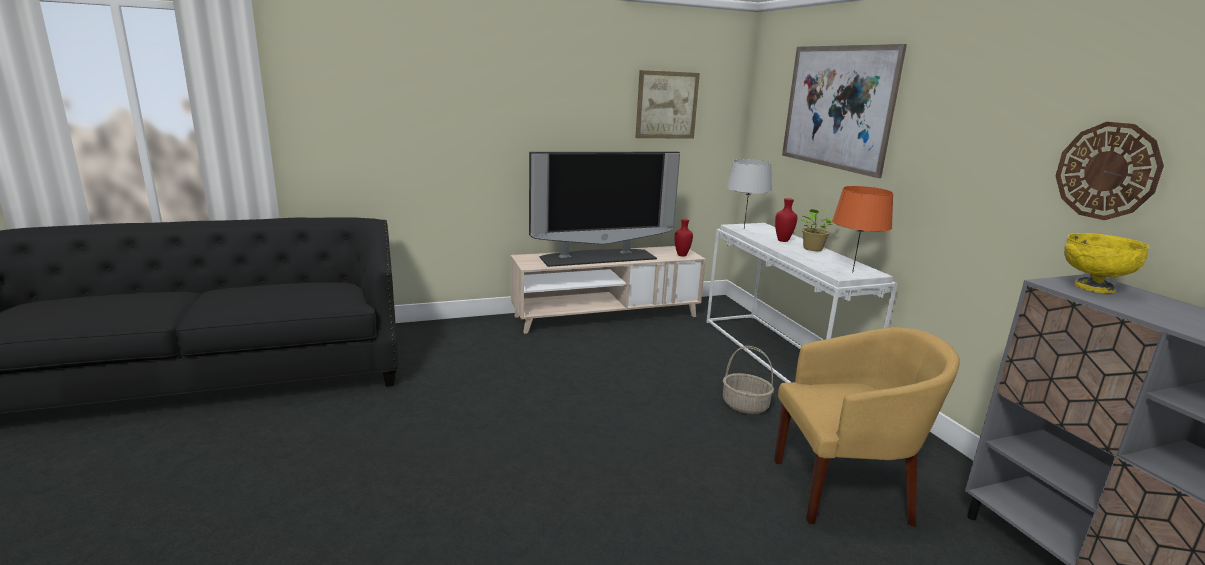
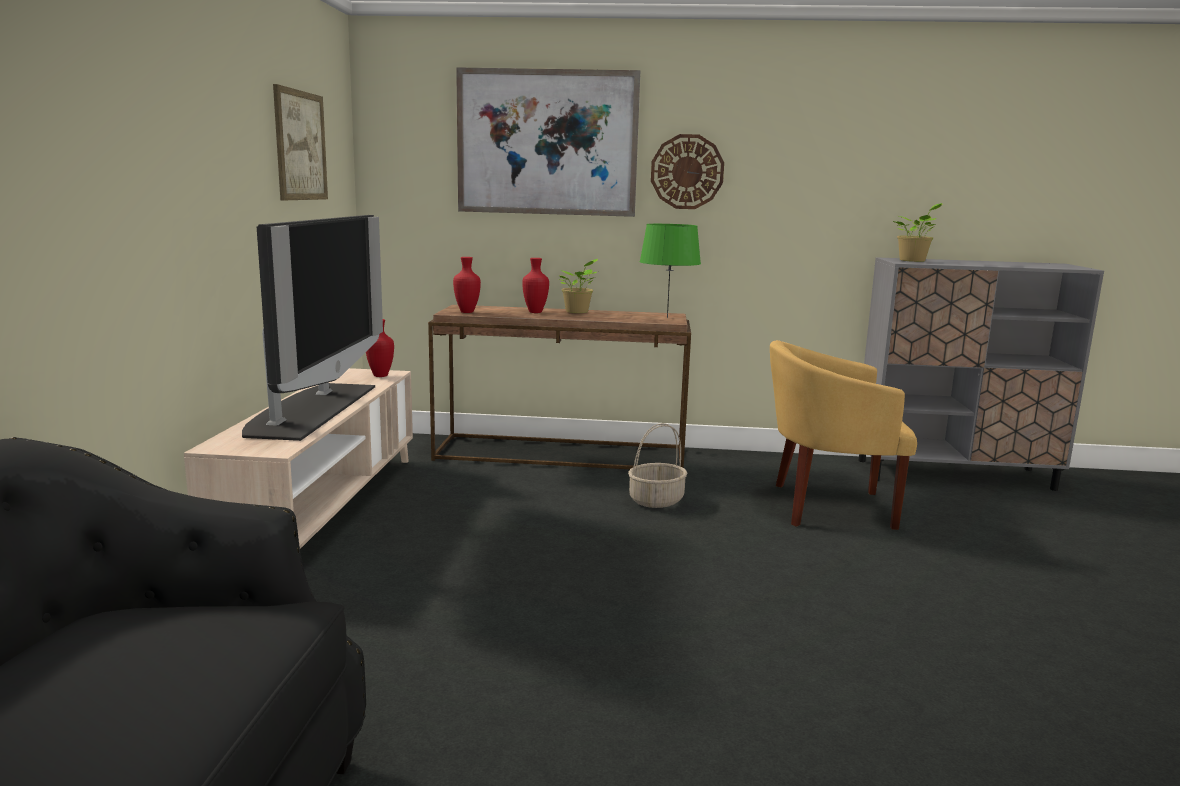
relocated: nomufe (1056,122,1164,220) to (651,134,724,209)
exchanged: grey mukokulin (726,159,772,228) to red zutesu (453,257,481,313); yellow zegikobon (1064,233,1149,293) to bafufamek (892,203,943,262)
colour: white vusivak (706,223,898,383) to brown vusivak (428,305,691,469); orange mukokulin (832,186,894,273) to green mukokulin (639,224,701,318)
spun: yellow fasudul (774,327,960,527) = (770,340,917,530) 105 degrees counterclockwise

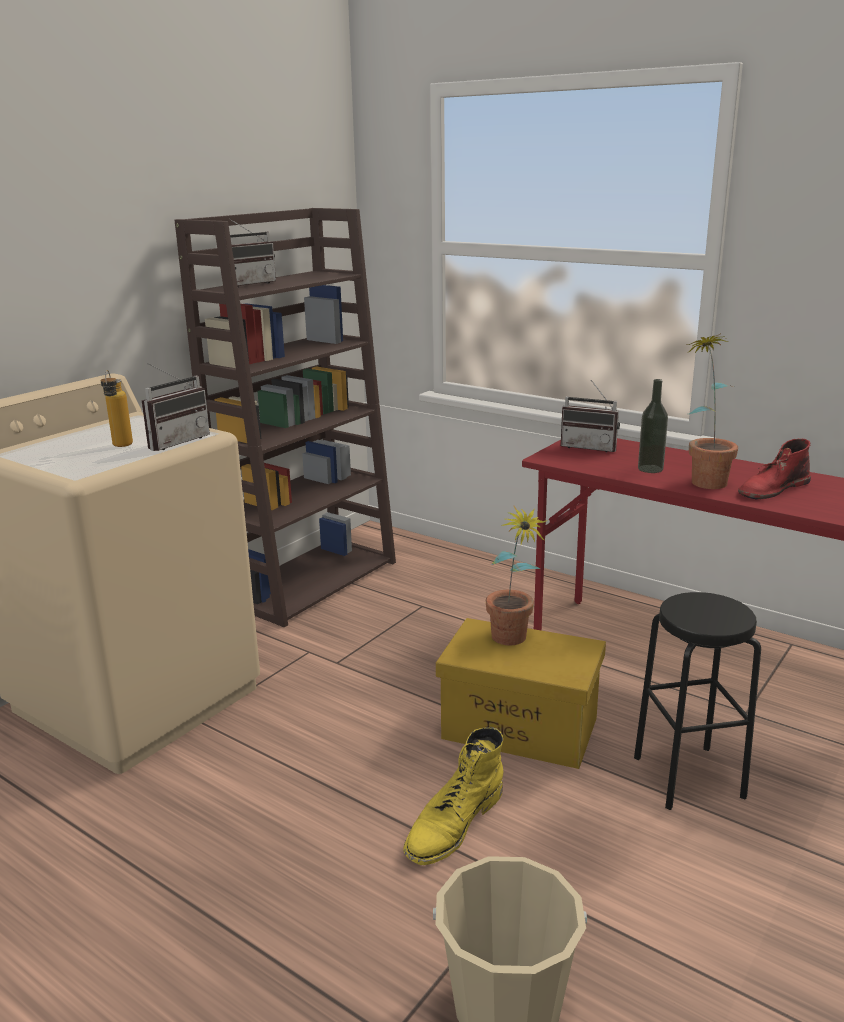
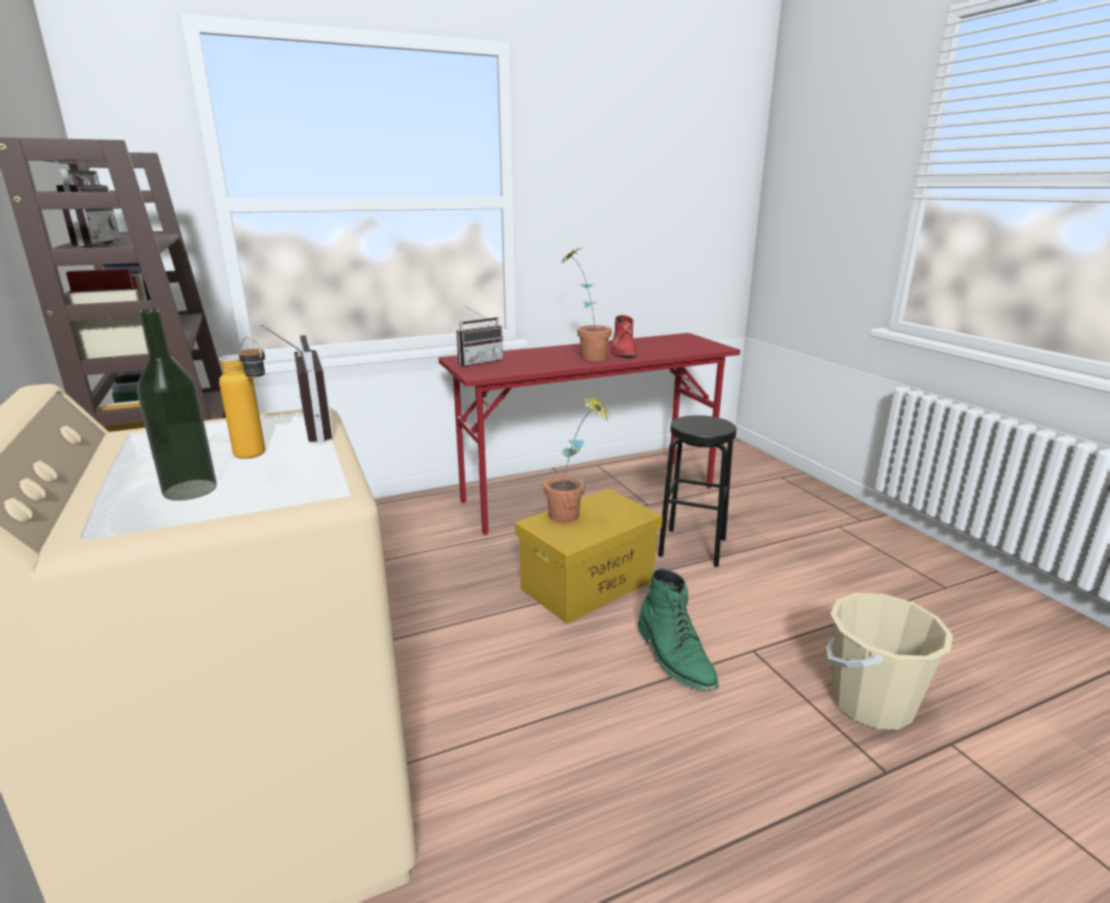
relocated: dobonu (638,379,668,473) to (137,309,217,501)
colour: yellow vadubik (403,727,503,865) to green vadubik (638,568,719,690)

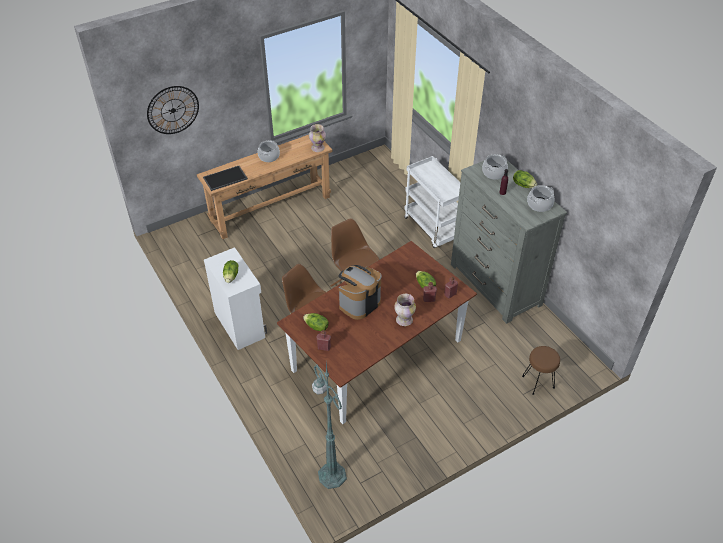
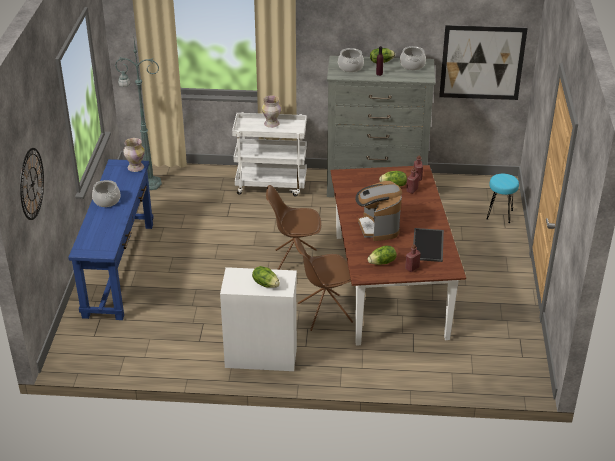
appeared: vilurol (439,25,528,100)
relocated: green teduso (312,363,347,489) to (115,40,162,190); zutesu (394,294,416,326) to (262,95,281,128); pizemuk (203,166,248,191) to (413,228,444,262)
colour: brown vusivak (197,135,333,239) to blue vusivak (68,159,154,320); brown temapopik (522,346,560,395) to turquoise temapopik (486,174,519,223)

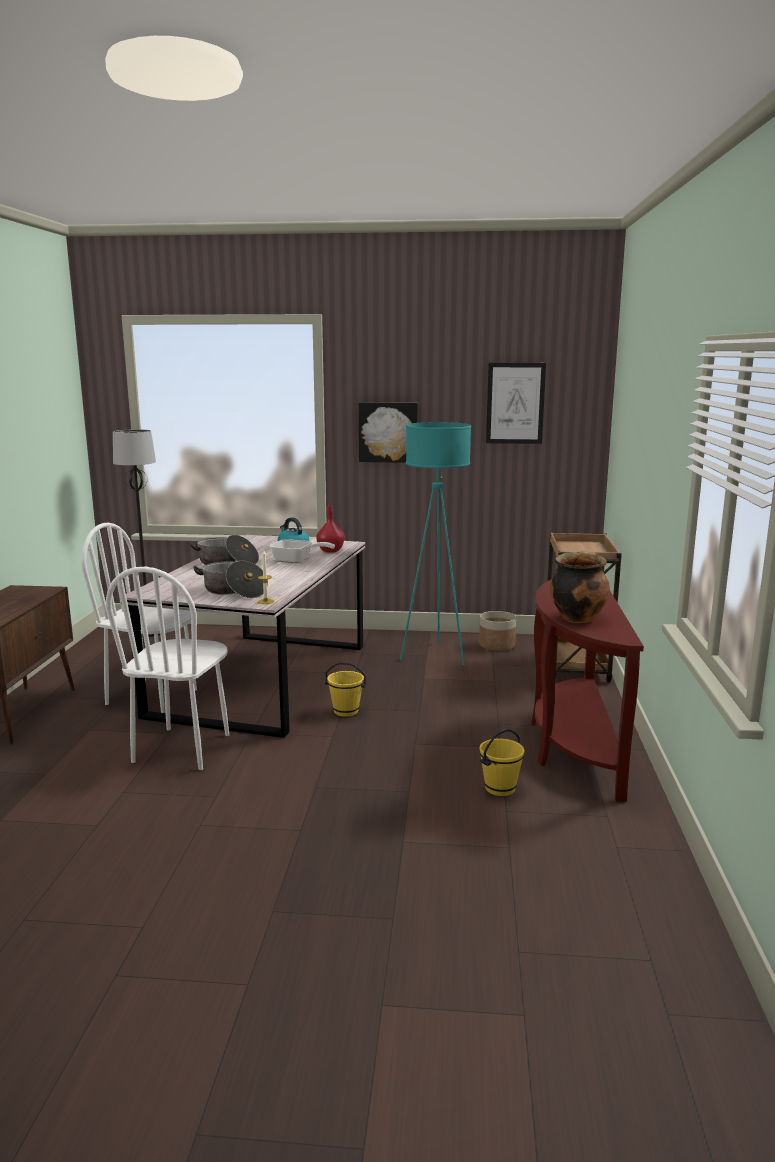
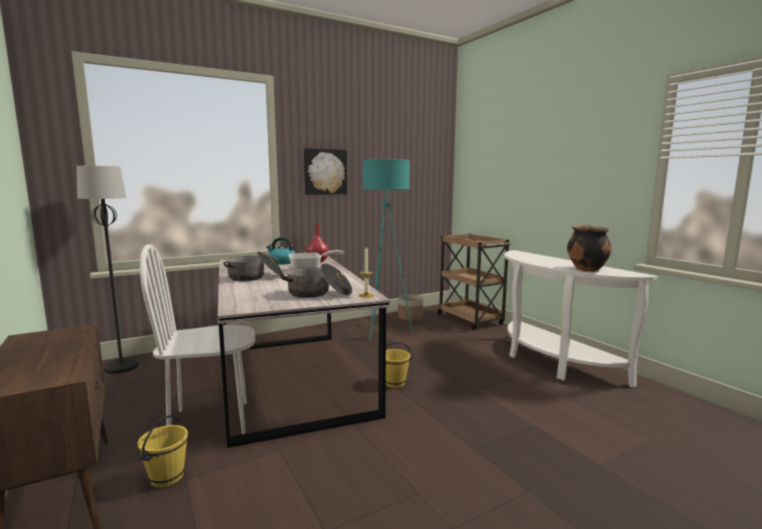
missing: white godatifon (106,567,229,770); vilurol (486,363,546,444)
relocated: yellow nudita (479,729,525,796) to (137,415,188,488)
colour: brown vusivak (531,580,644,802) to white vusivak (504,250,658,388)

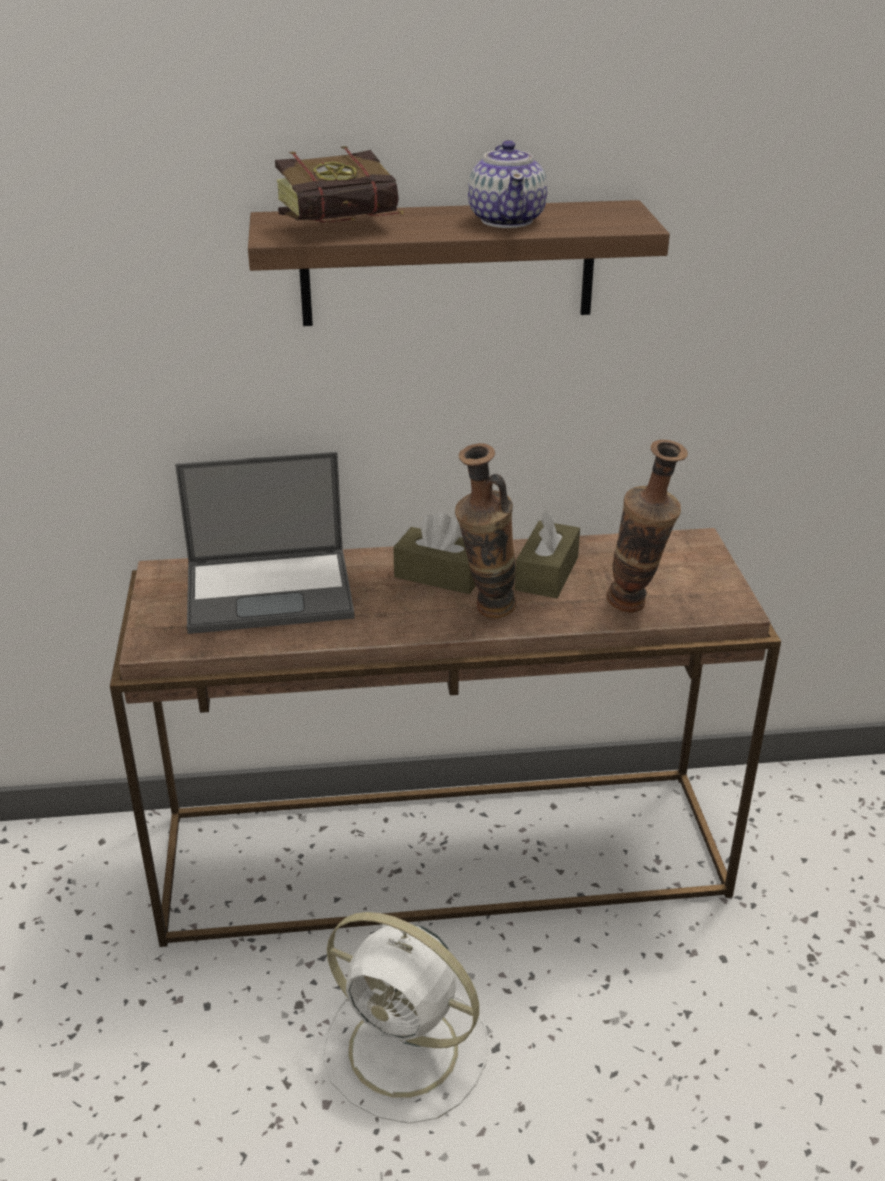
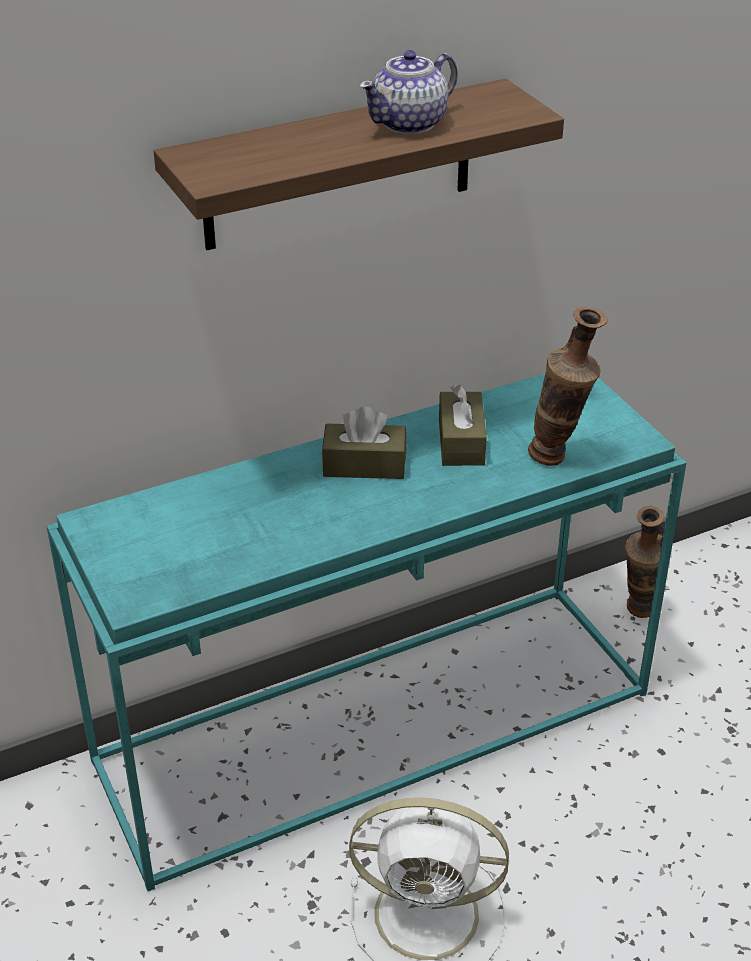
missing: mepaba (175,452,355,634); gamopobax (275,146,404,223)
relocated: zutesu (455,443,516,618) to (625,506,665,618)
colour: brown vusivak (110,528,781,947) to turquoise vusivak (46,373,686,891)
spun: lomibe (468,140,547,228) = (359,50,458,135) 75 degrees clockwise

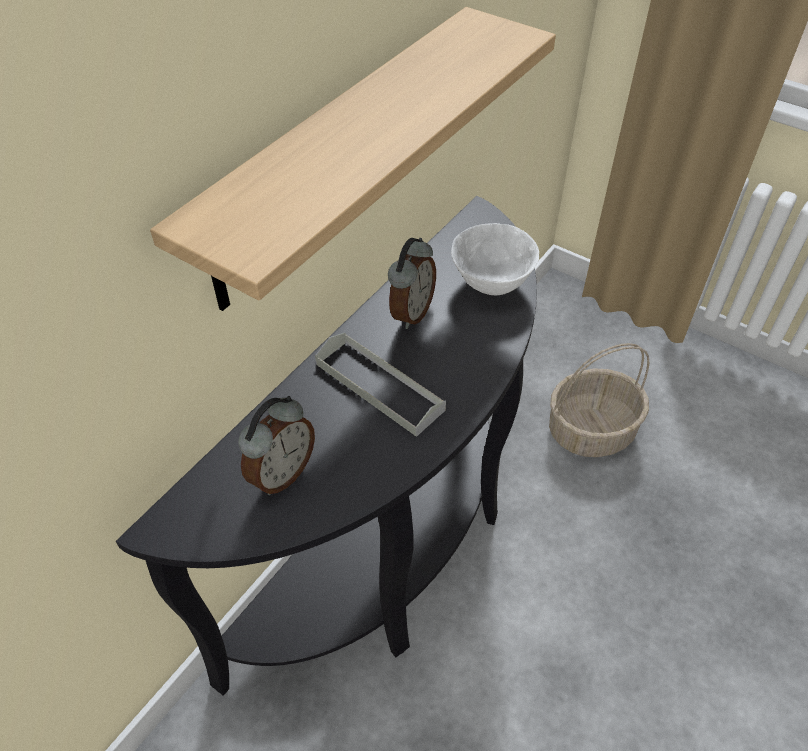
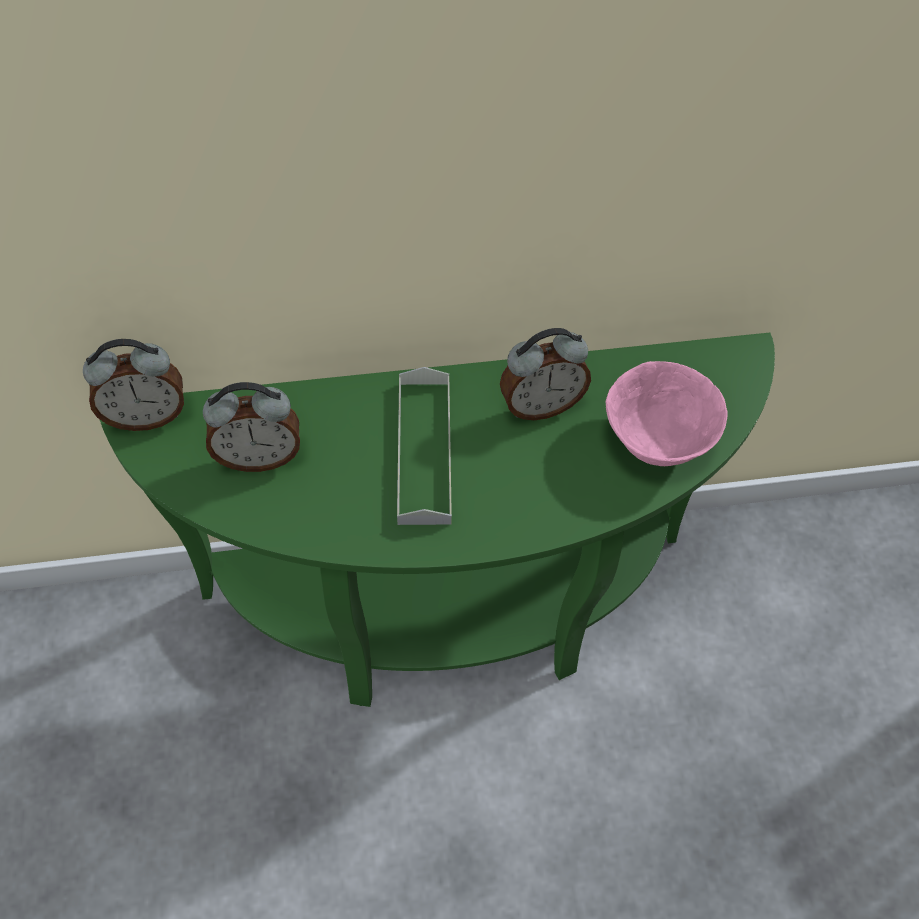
missing: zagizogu (150,7,556,311); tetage (549,343,649,457)
appeared: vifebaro (83,339,184,431)
colour: black vusivak (116,196,537,696) to green vusivak (100,333,775,707); white zegikobon (451,223,539,296) to pink zegikobon (605,361,728,466)

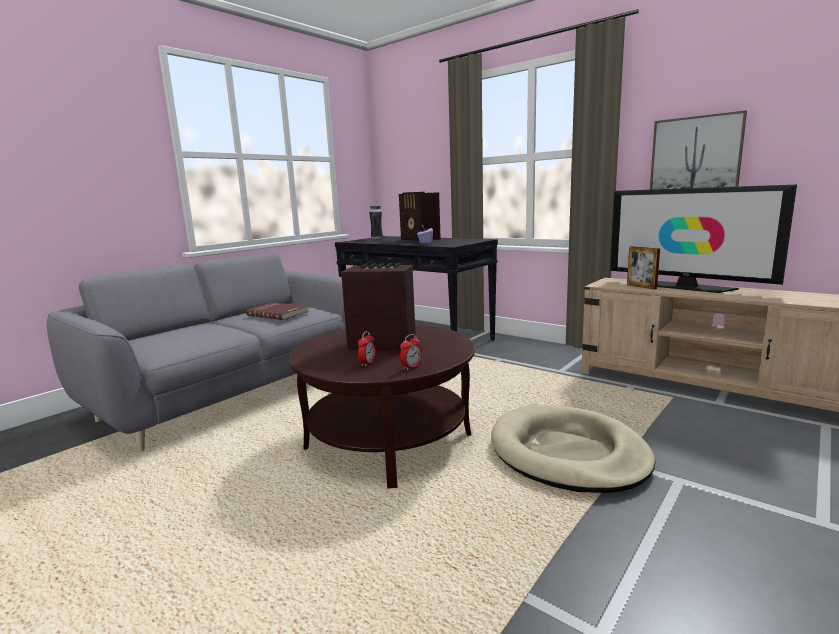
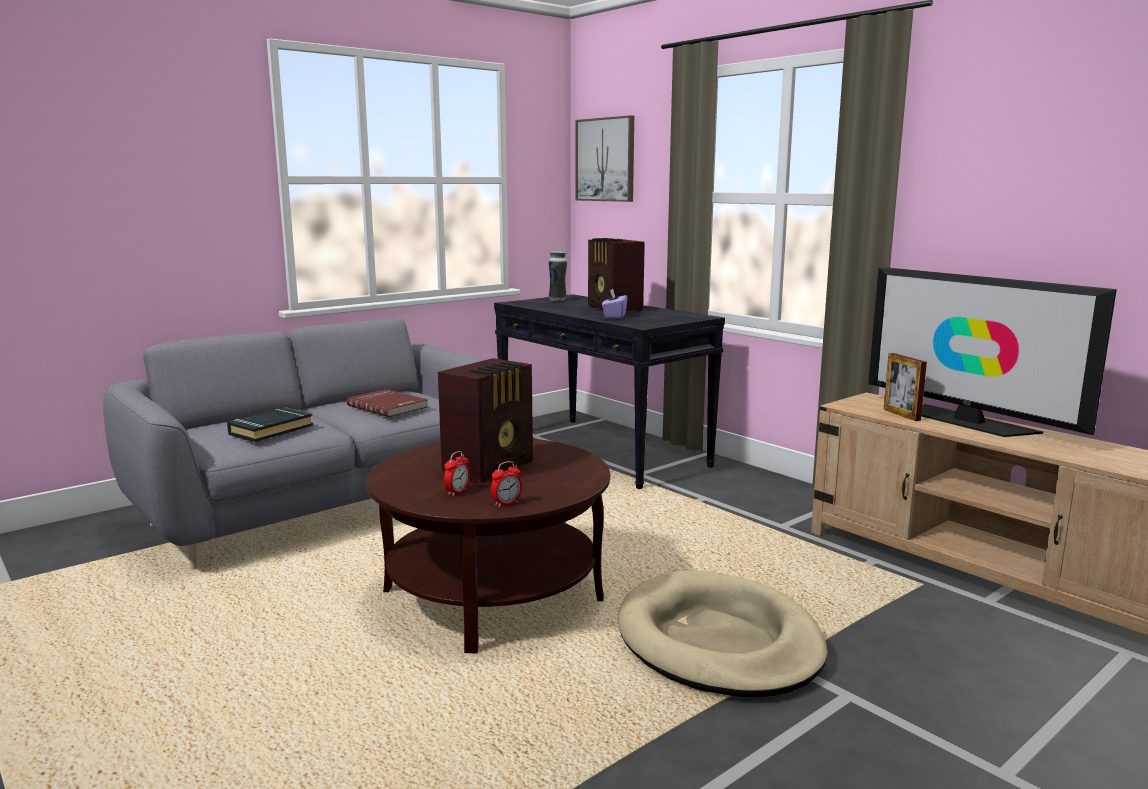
appeared: black gamopobax (227,407,313,442)
relocated: vilurol (650,110,747,190) to (575,115,634,202)
spun: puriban (341,263,416,350) = (438,358,533,483) 105 degrees clockwise

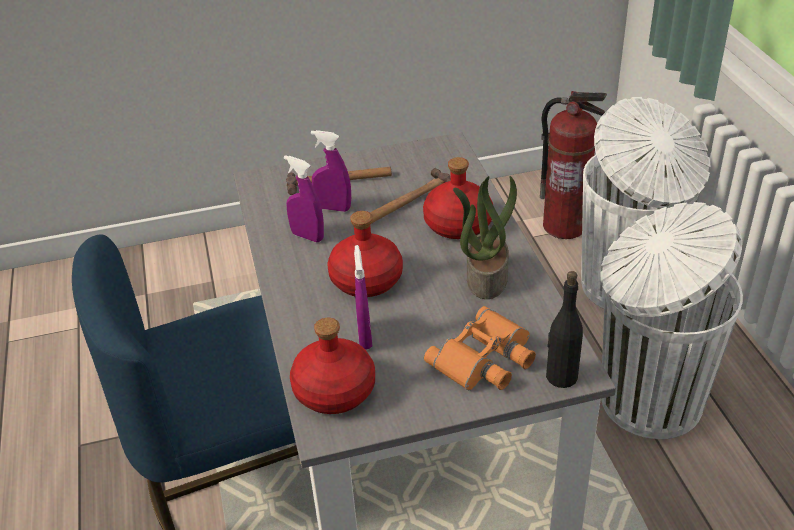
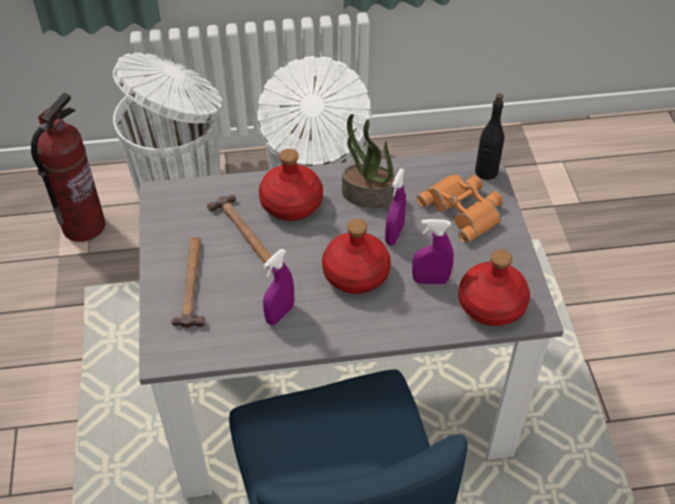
relocated: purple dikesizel (311,130,351,212) to (385,168,406,245)

